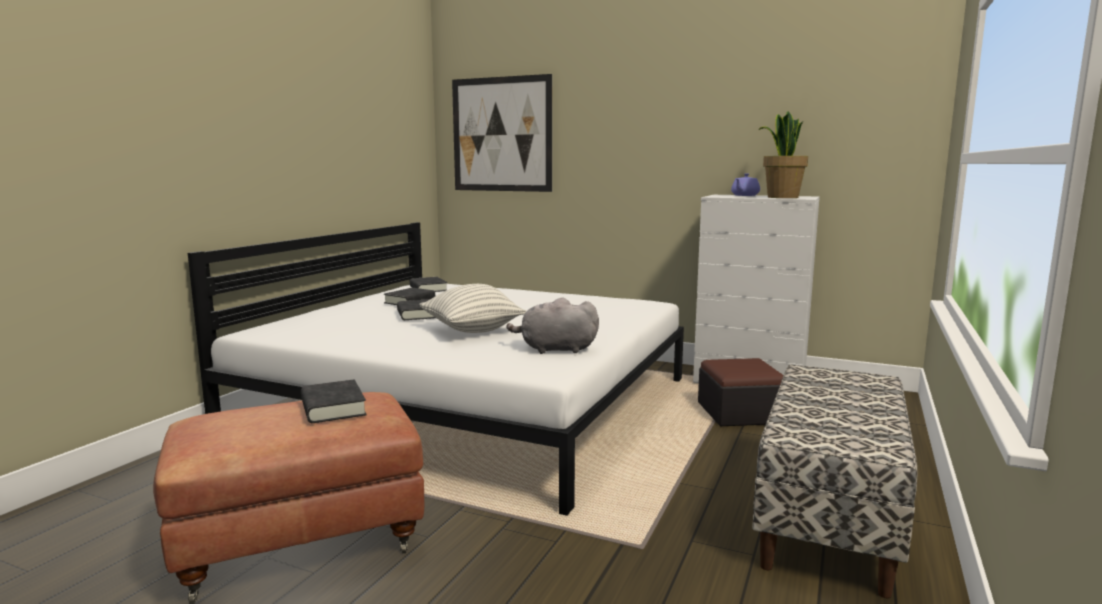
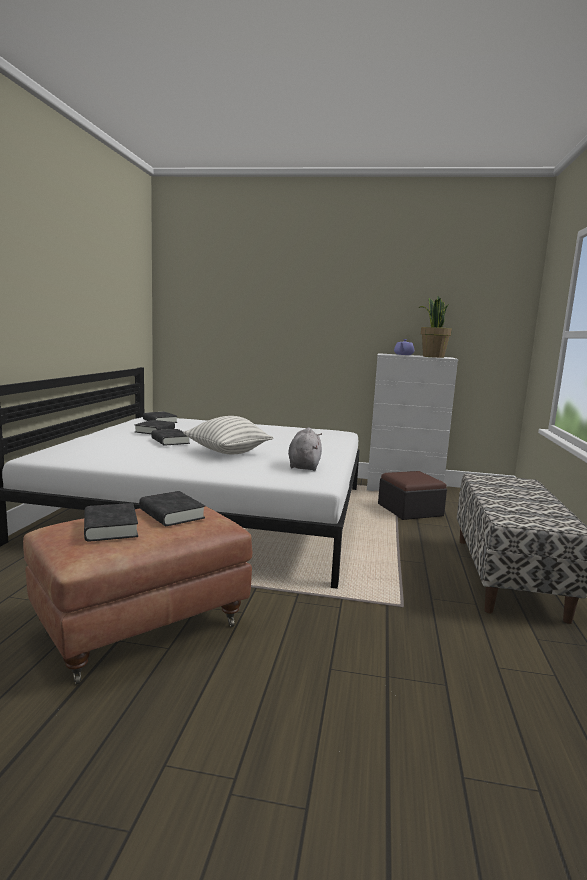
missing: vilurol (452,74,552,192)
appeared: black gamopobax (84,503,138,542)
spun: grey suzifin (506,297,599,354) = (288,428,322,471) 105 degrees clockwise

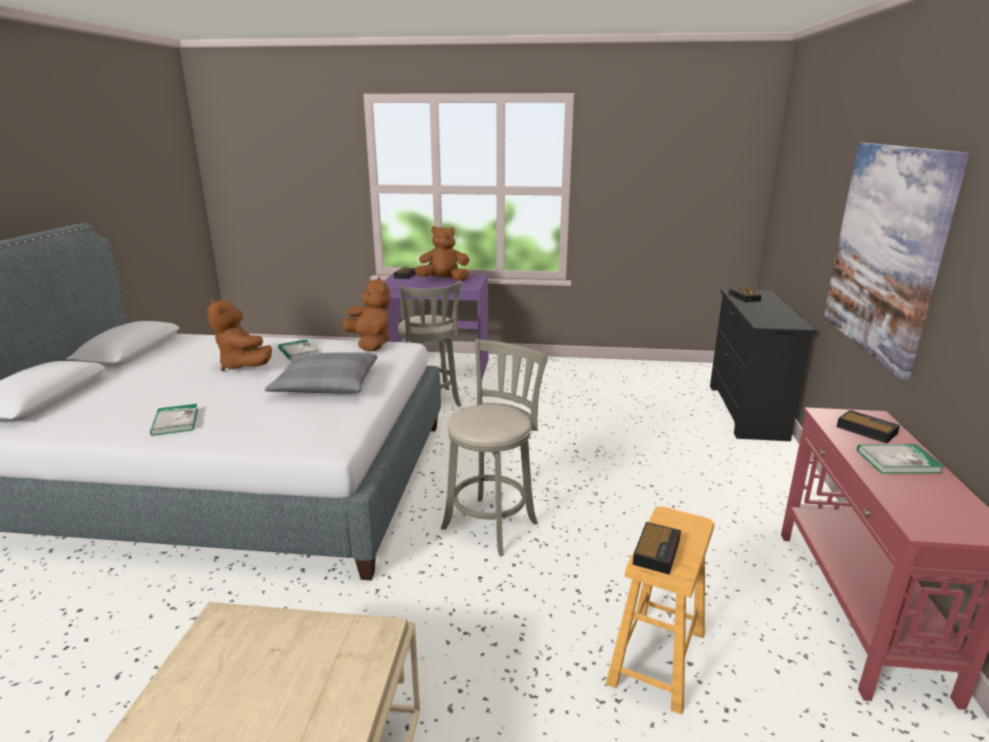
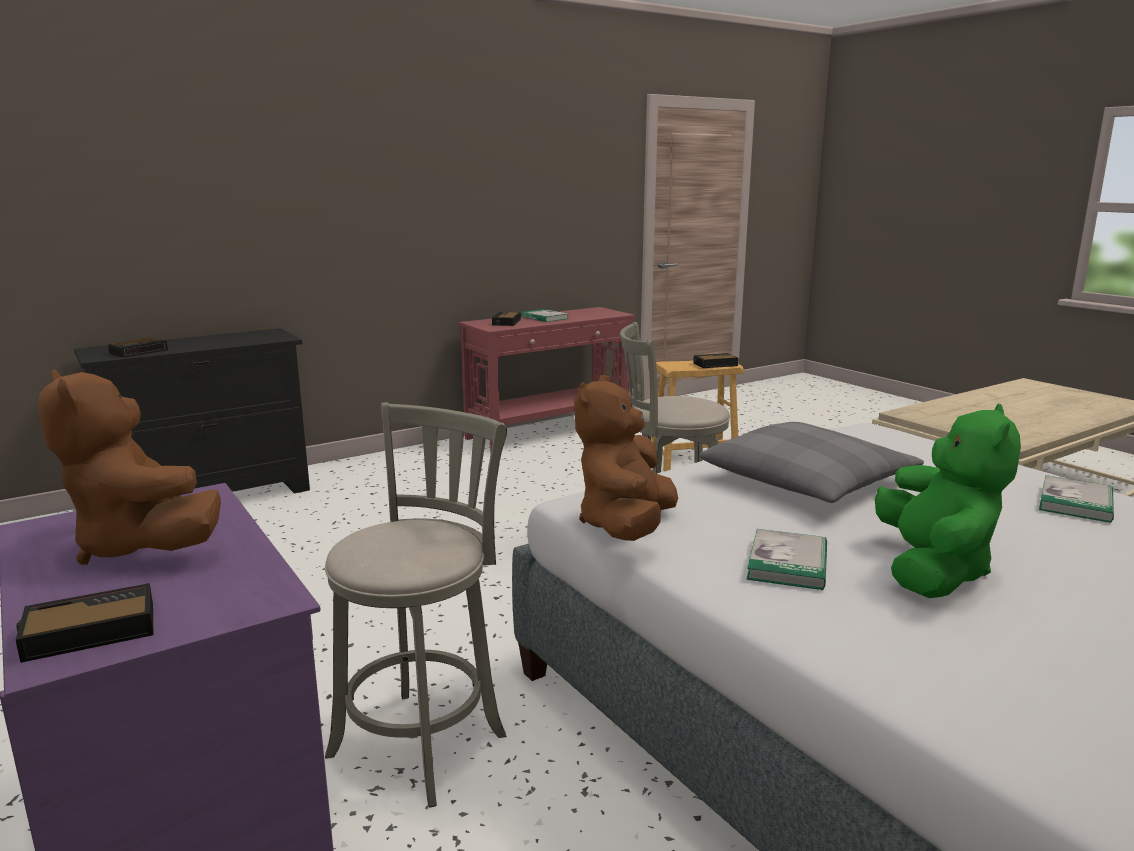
missing: vilurol (823,143,970,380)
colour: brown suzifin (207,299,272,371) to green suzifin (875,404,1021,598)

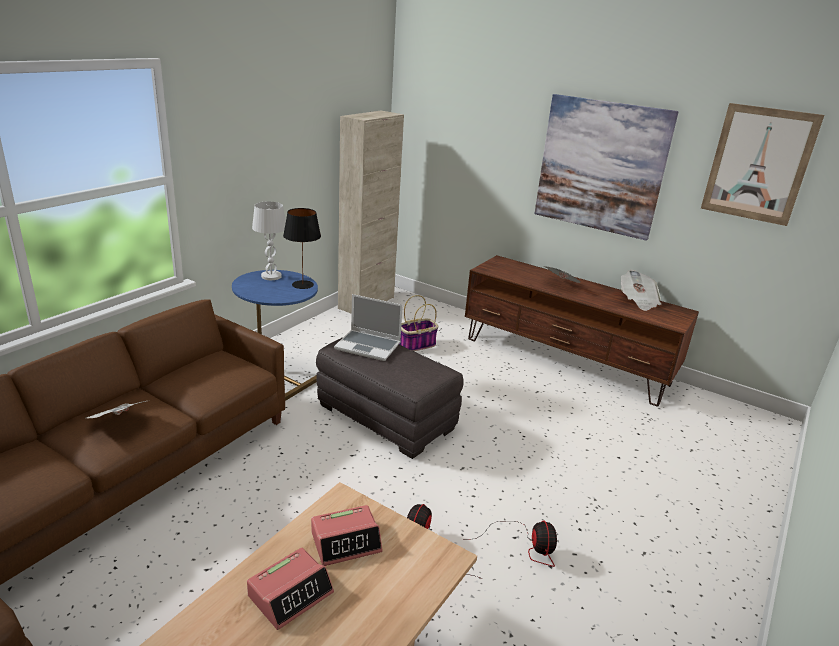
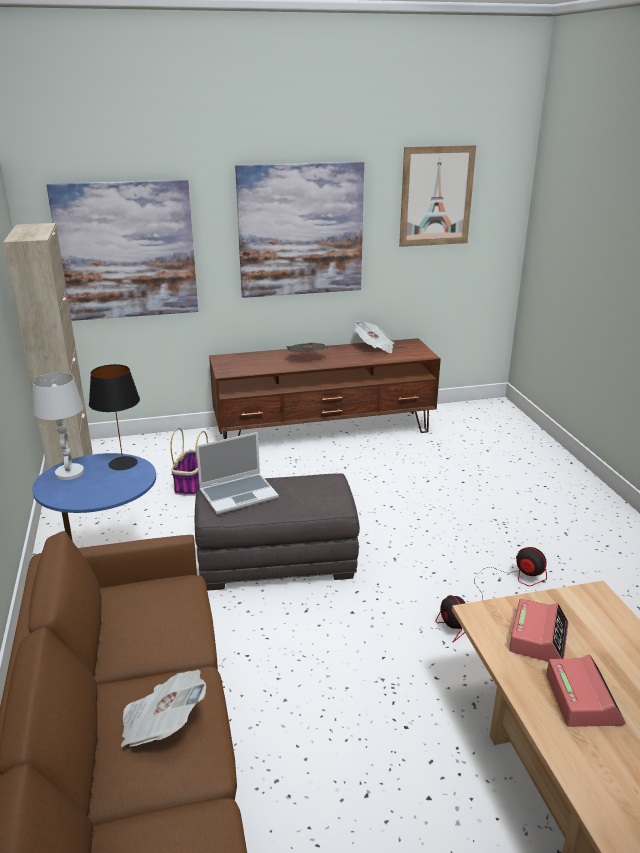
appeared: vilurol (46,180,198,321)

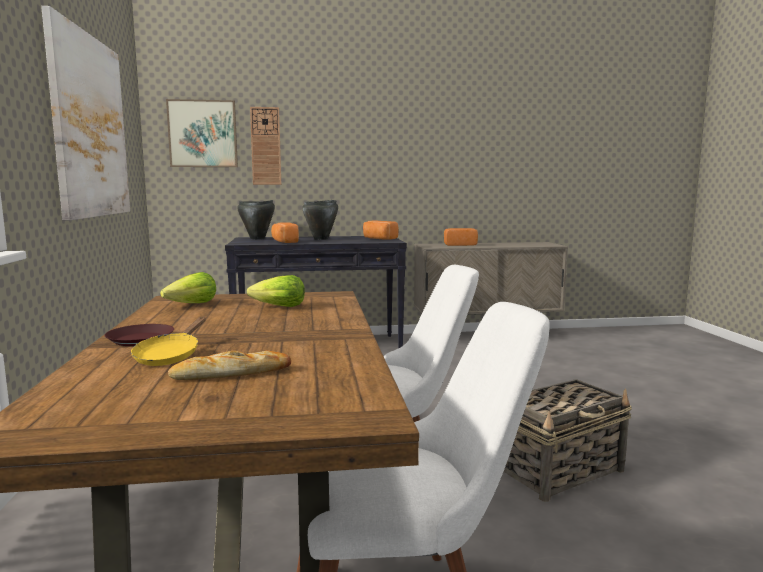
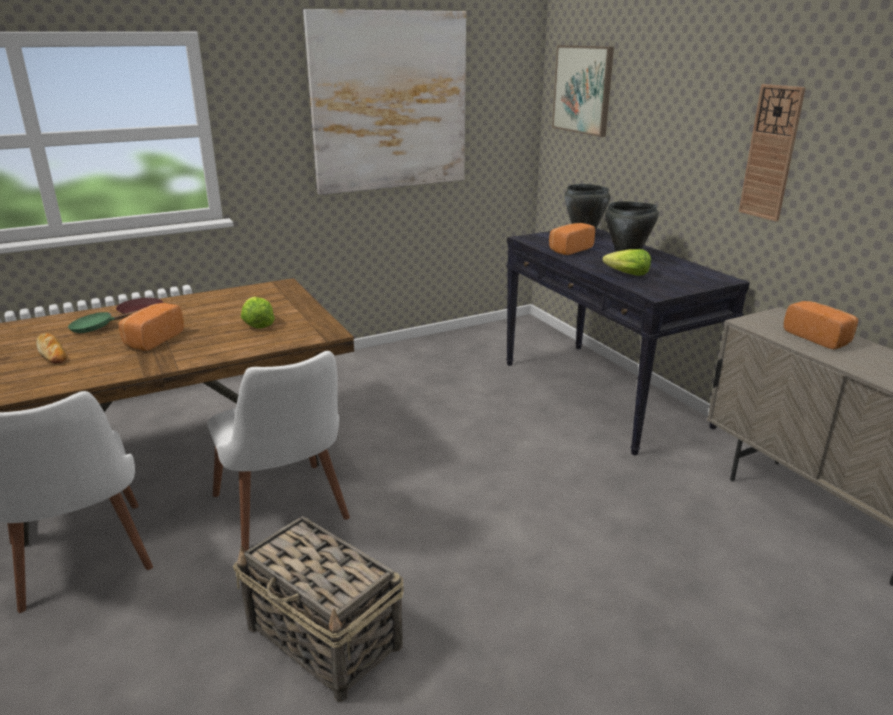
relocated: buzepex (363,221,399,240) to (119,303,184,351); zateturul (160,272,216,303) to (602,249,651,276); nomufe (250,107,281,185) to (739,84,806,221)
colour: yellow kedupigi (131,317,206,366) to green kedupigi (68,310,139,333)

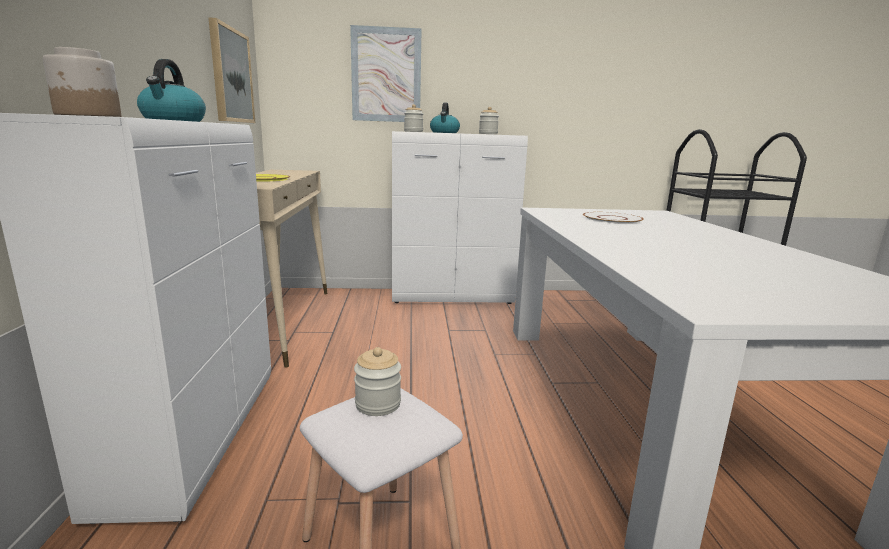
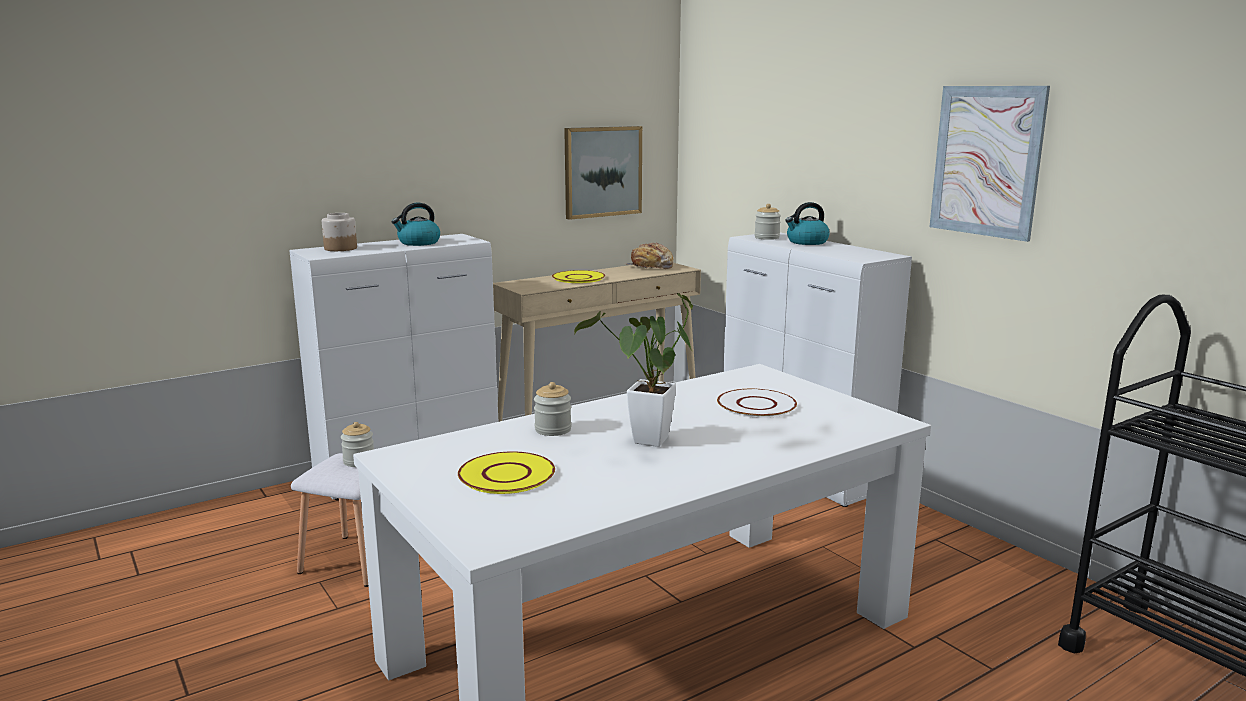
appeared: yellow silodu (458,451,555,494); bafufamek (574,293,693,447); buzepex (625,243,673,269)
relocated: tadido (479,107,499,134) to (534,382,572,436); vilurol (350,25,422,122) to (930,86,1050,242)

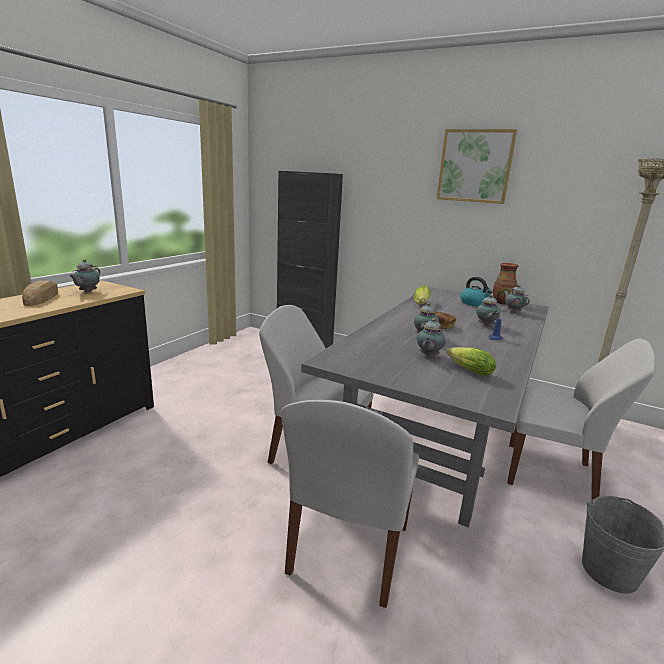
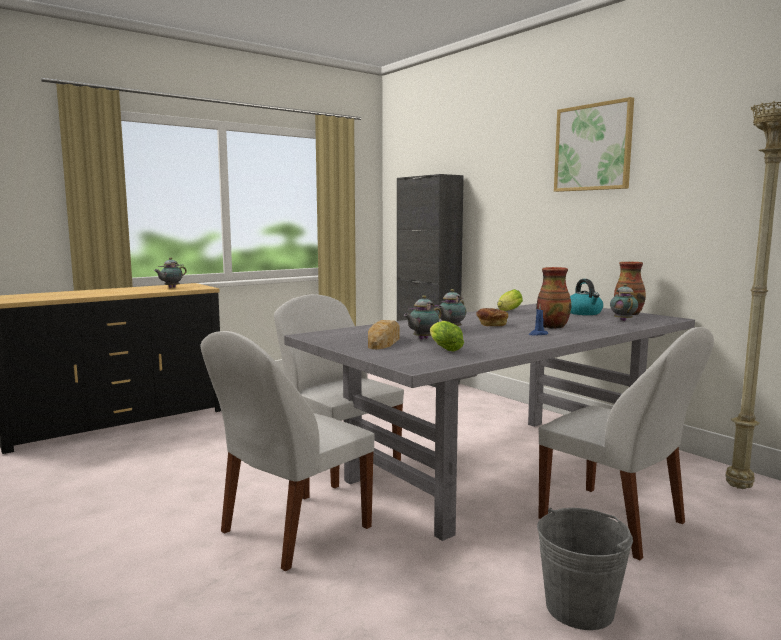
relocated: buzepex (22,281,58,306) to (368,320,400,349)
exchanged: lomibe (476,295,500,326) to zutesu (536,267,571,329)

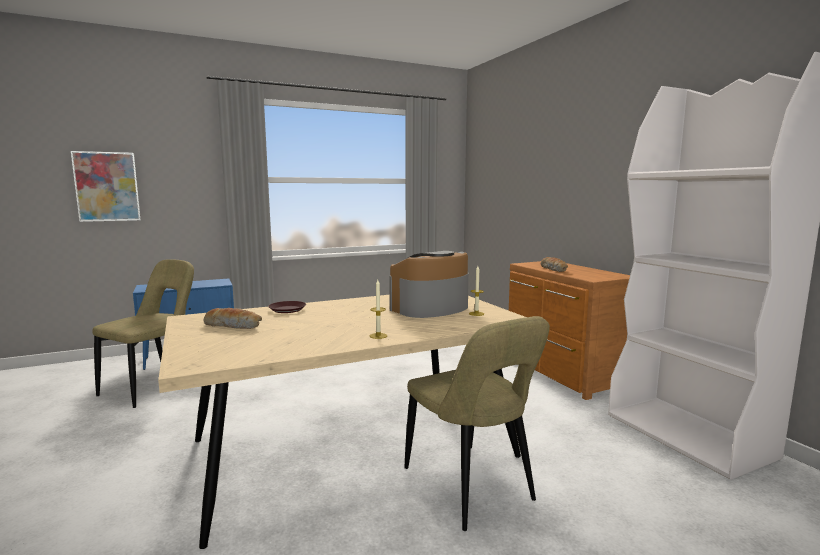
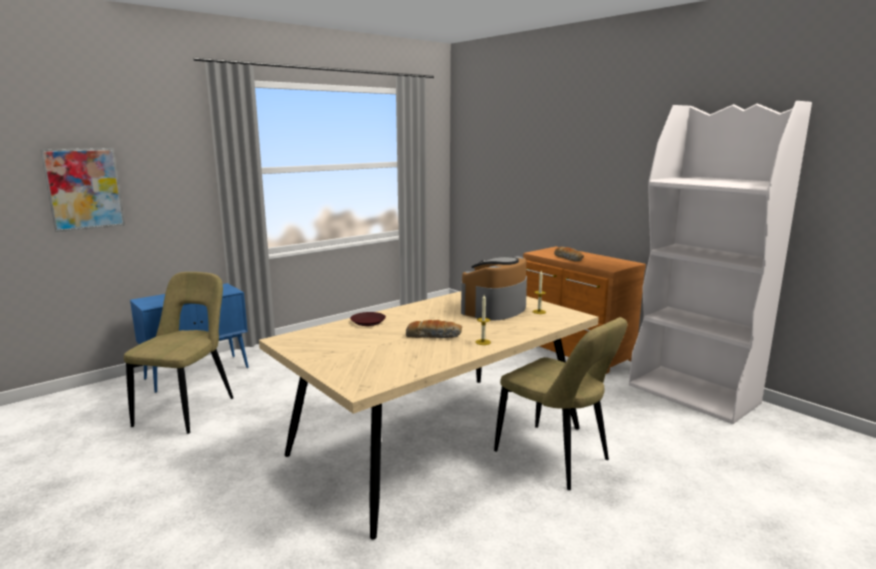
relocated: buzepex (204,308,262,329) to (406,320,462,338)

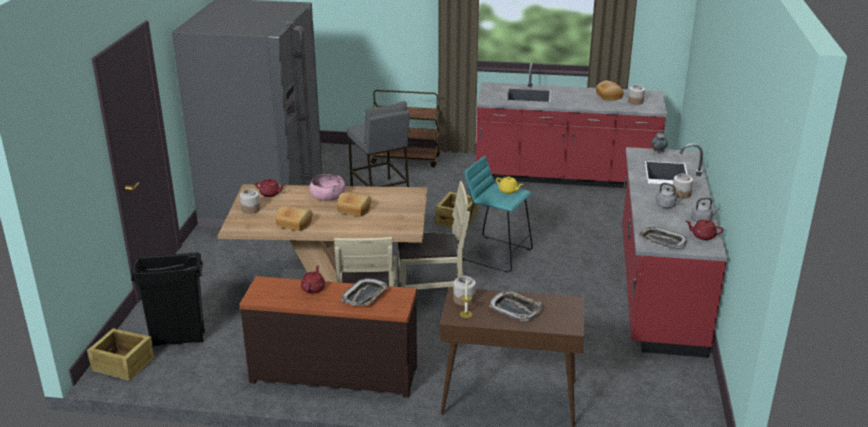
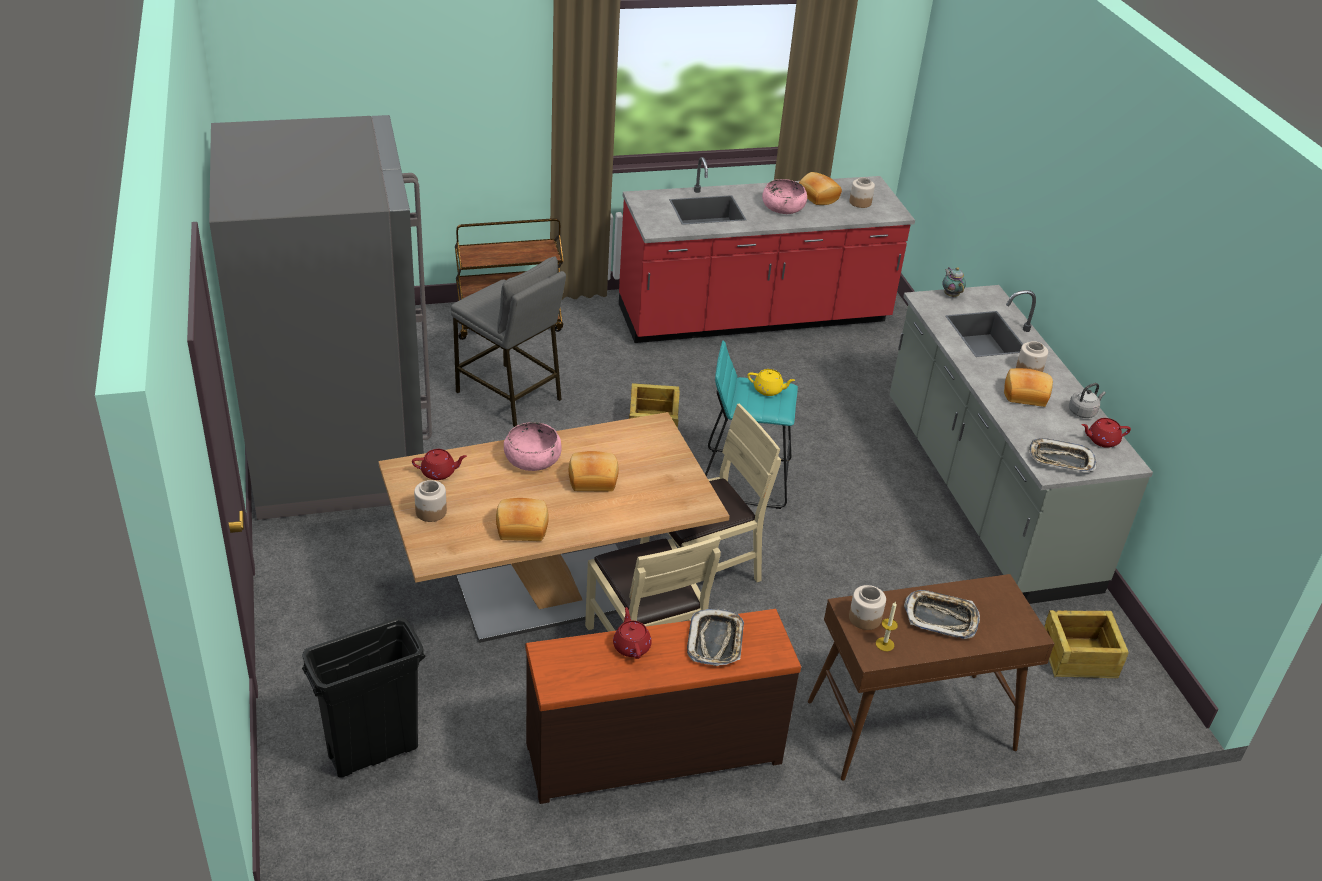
appeared: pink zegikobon (762,179,807,214)
relocated: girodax (87,328,154,381) to (1044,610,1129,678)
exchanged: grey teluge (656,183,682,208) to buzepex (1004,368,1053,407)
colour: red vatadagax (622,144,728,358) to grey vatadagax (890,285,1153,604)

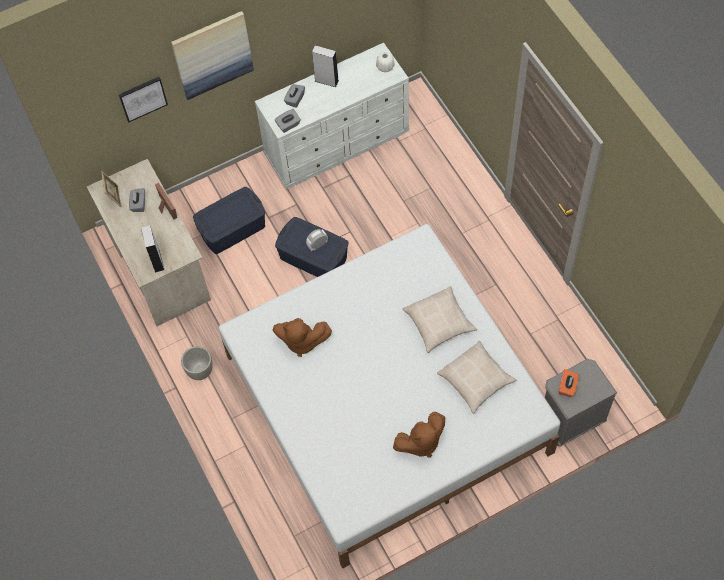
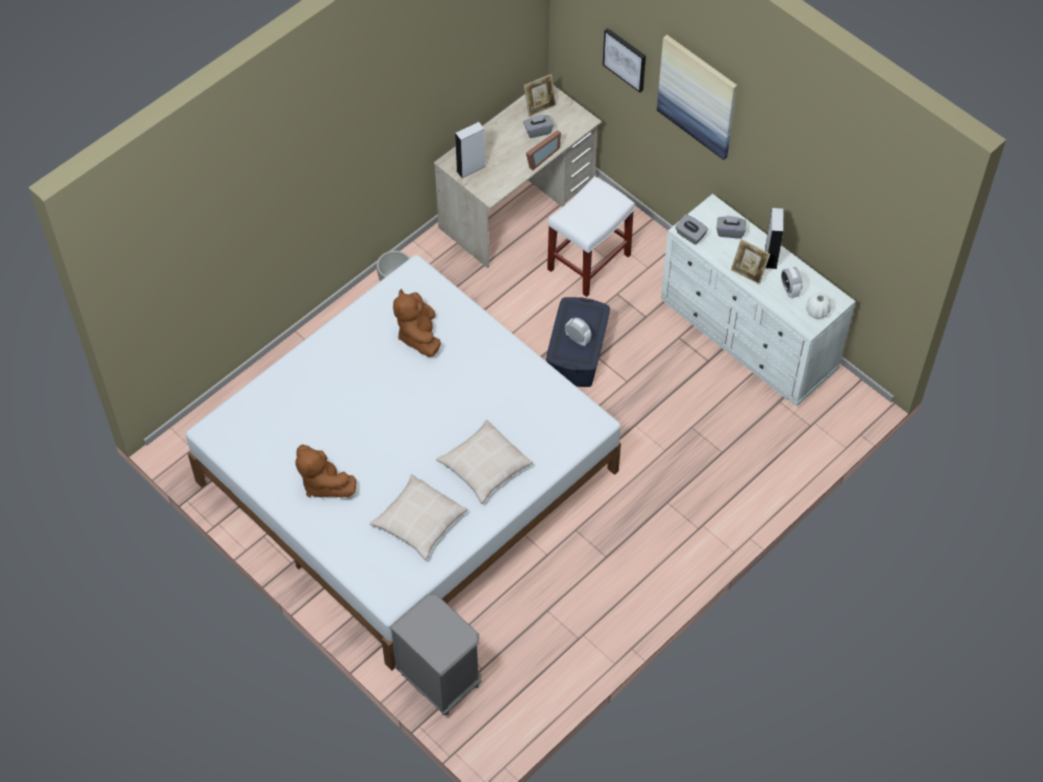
missing: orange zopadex (559,369,579,397)
appeared: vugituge (731,239,770,285); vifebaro (781,266,802,298)
exchanged: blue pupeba (193,187,265,254) to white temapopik (547,176,635,297)

